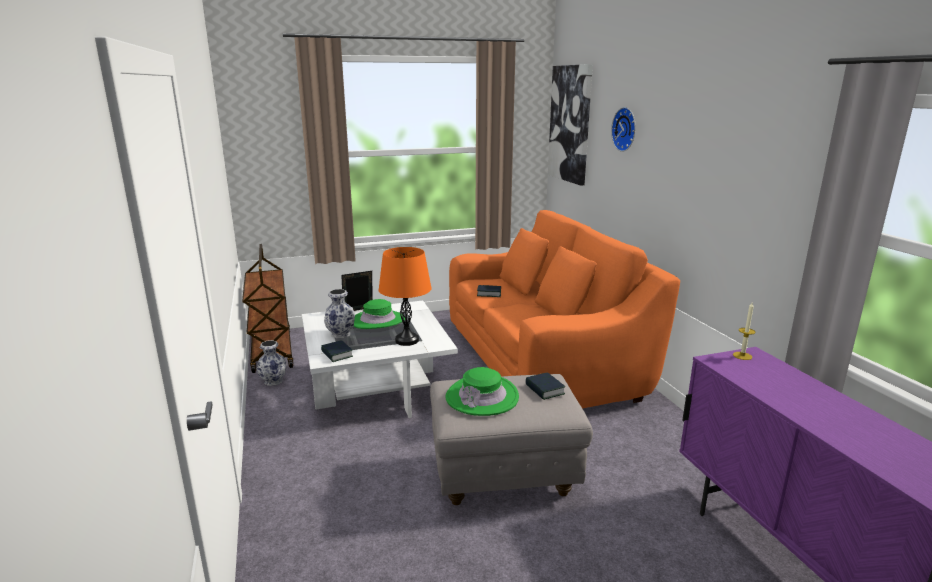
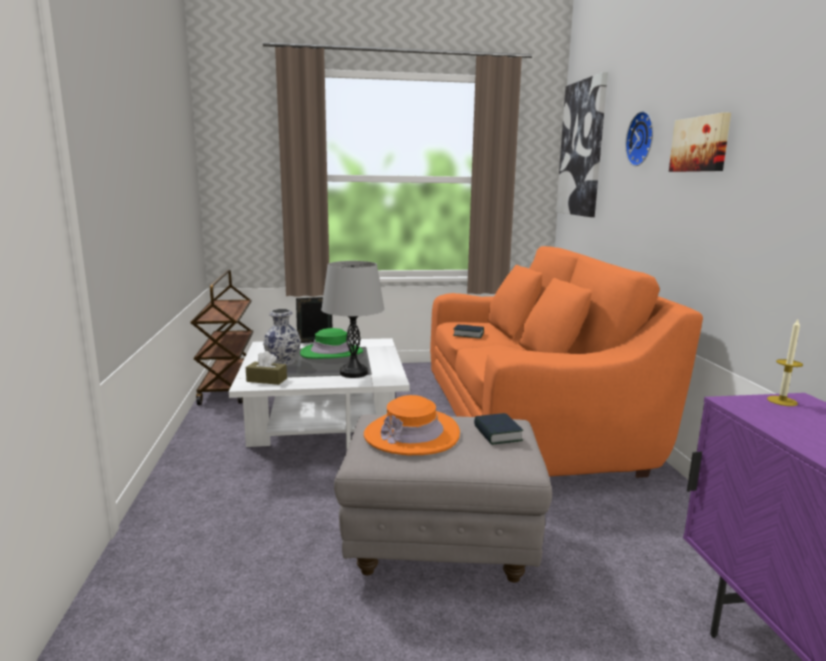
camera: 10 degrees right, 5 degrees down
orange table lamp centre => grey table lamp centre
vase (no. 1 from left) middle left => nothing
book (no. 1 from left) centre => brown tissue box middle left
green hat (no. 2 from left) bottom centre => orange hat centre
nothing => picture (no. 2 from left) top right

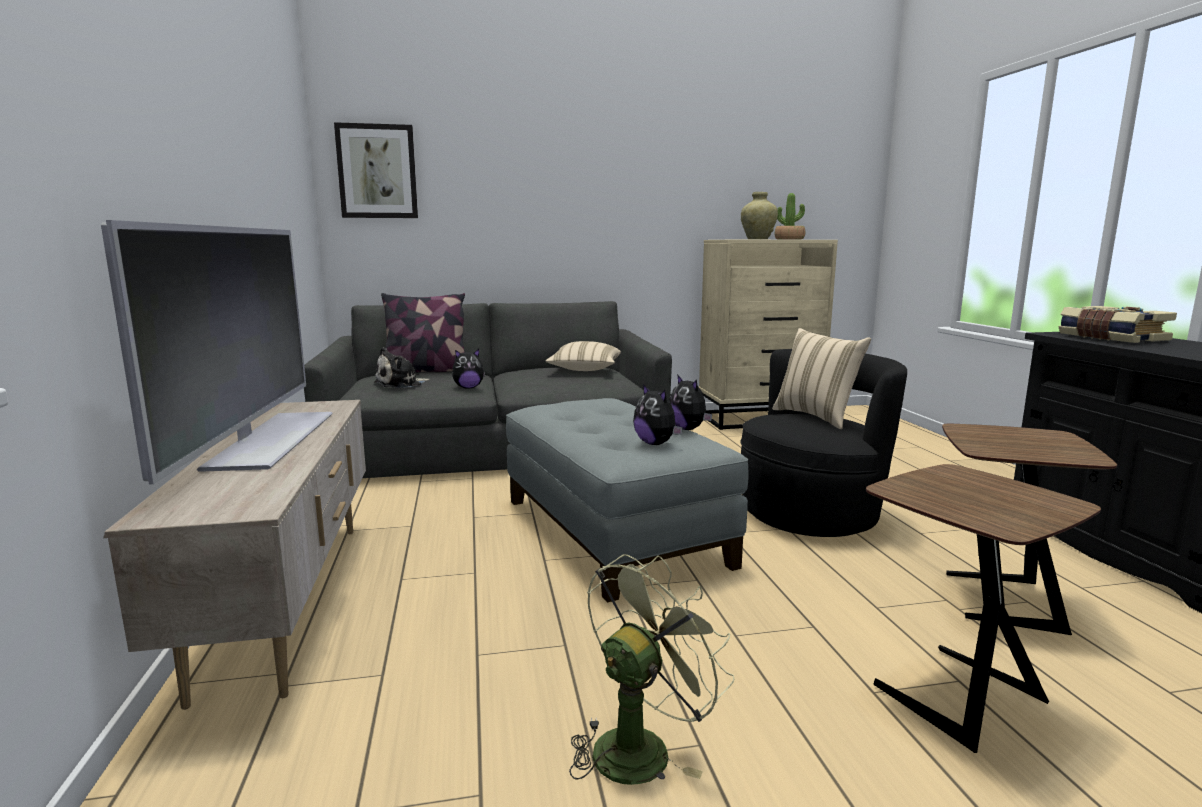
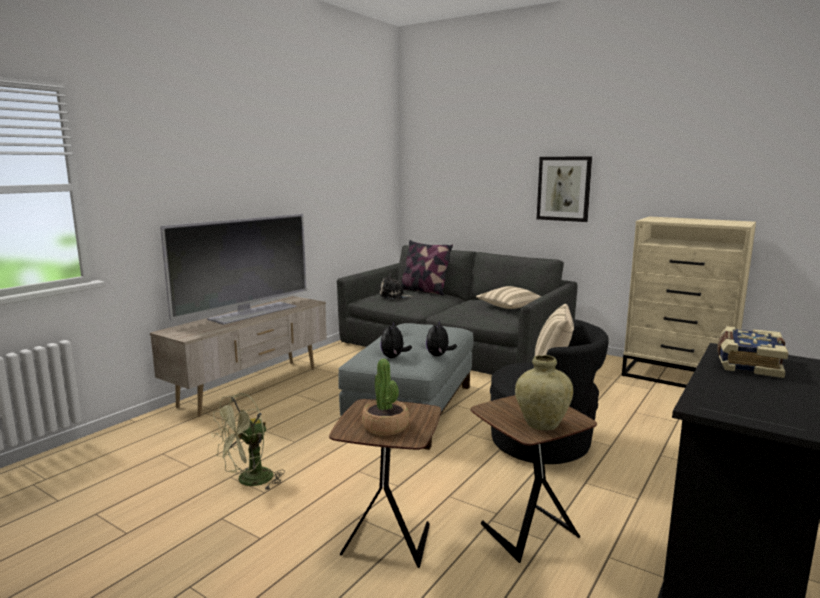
camera: 45 degrees right, 0 degrees up
picture top left => picture top right, shifted
beige vase top centre => beige vase centre, shifted
potted plant top centre => potted plant centre, shifted
plush toy (no. 2 from left) centre => nothing
green fan bottom centre => green fan bottom left, 135 degrees clockwise

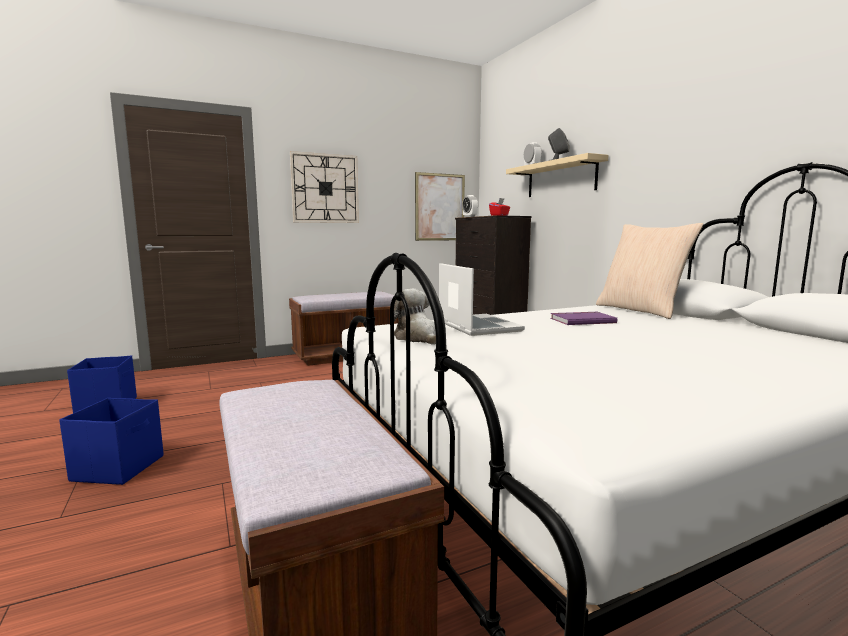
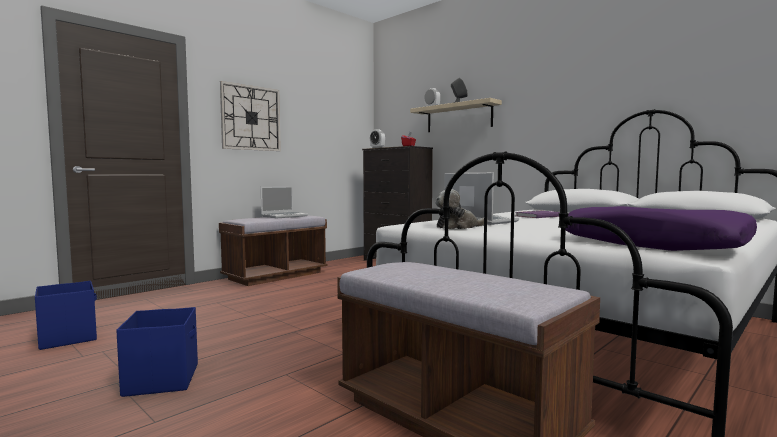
camera: 20 degrees left, 5 degrees down
picture top centre => nothing
beige pillow middle right => nothing
plush toy centre, 60 degrees counterclockwise
nothing => laptop (no. 1 from left) centre
nothing => purple pillow middle right

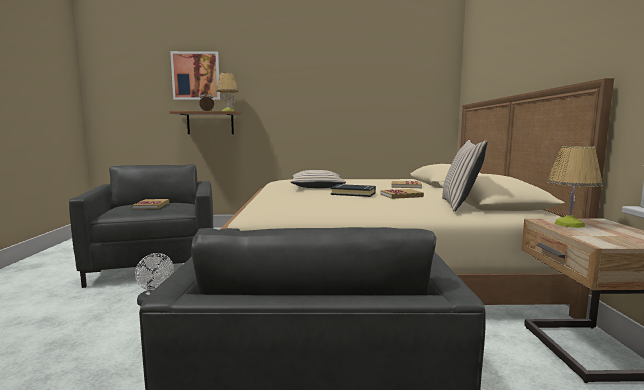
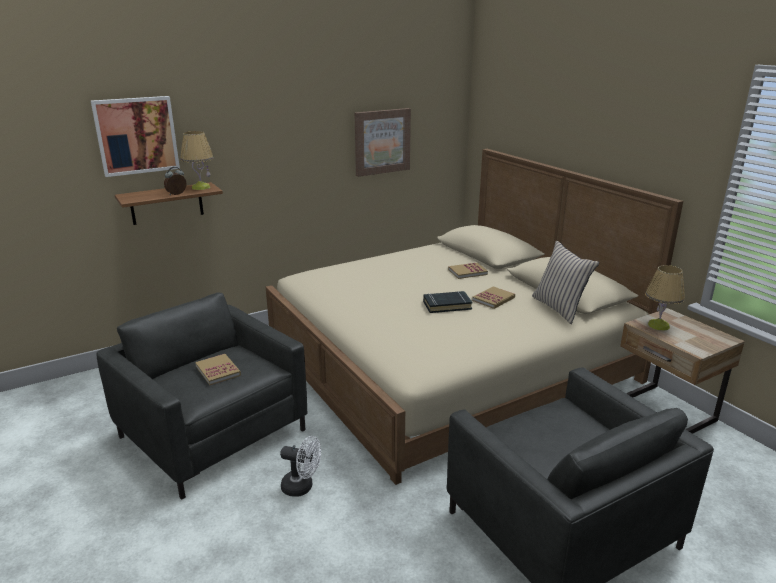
camera: 30 degrees left, 15 degrees up
beige pillow (no. 1 from left) centre => nothing
nothing => picture (no. 2 from left) top centre

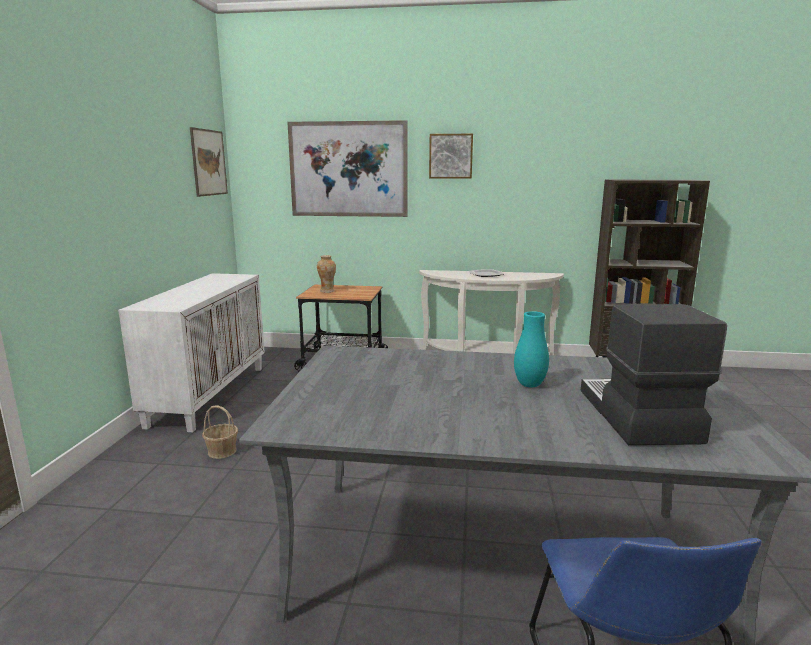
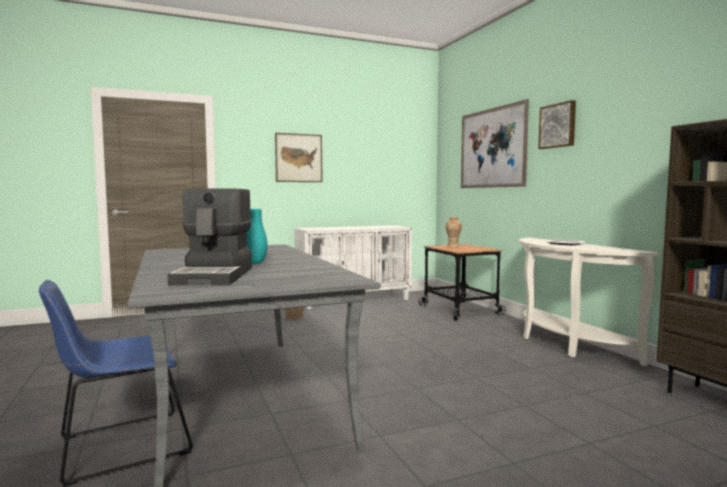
camera: 60 degrees right, 10 degrees down
picture (no. 1 from left) top left => picture (no. 1 from left) top centre, shifted
coffee machine middle right => coffee machine middle left, 120 degrees clockwise

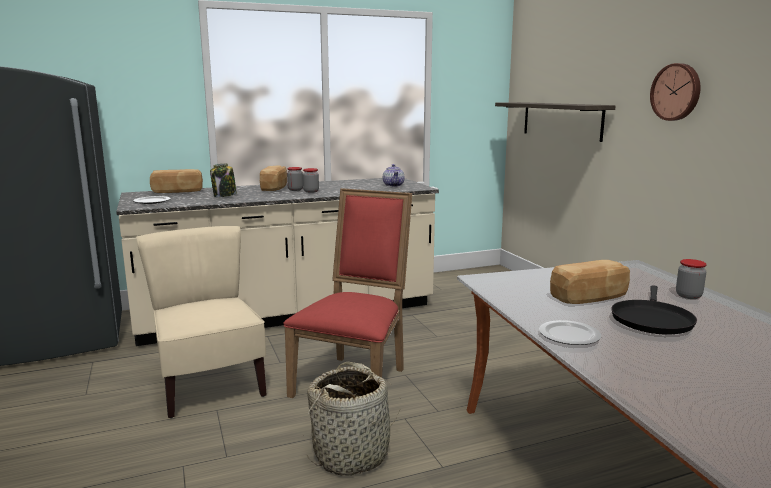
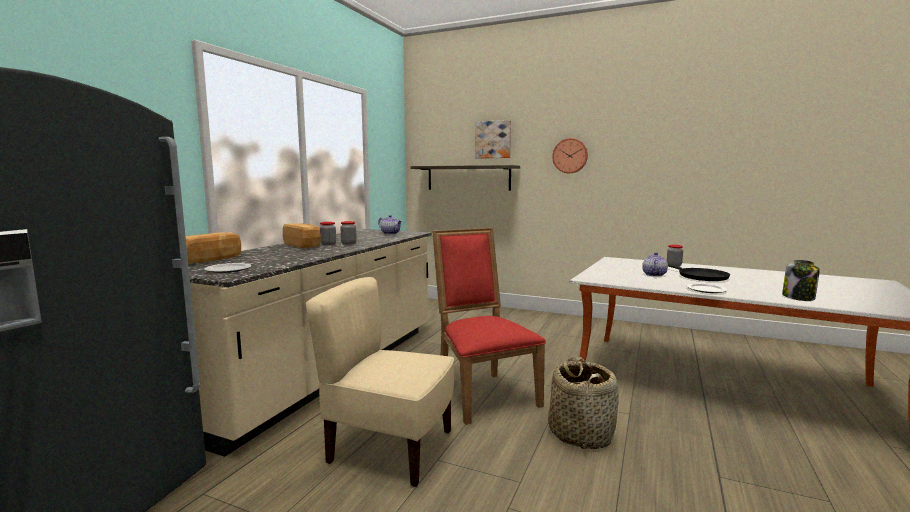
camera: 45 degrees left, 5 degrees down
jar (no. 1 from left in the first image) middle left => jar (no. 4 from left) middle right, shifted
bread (no. 3 from left) middle right => teapot (no. 2 from left) middle right
nothing => picture top centre

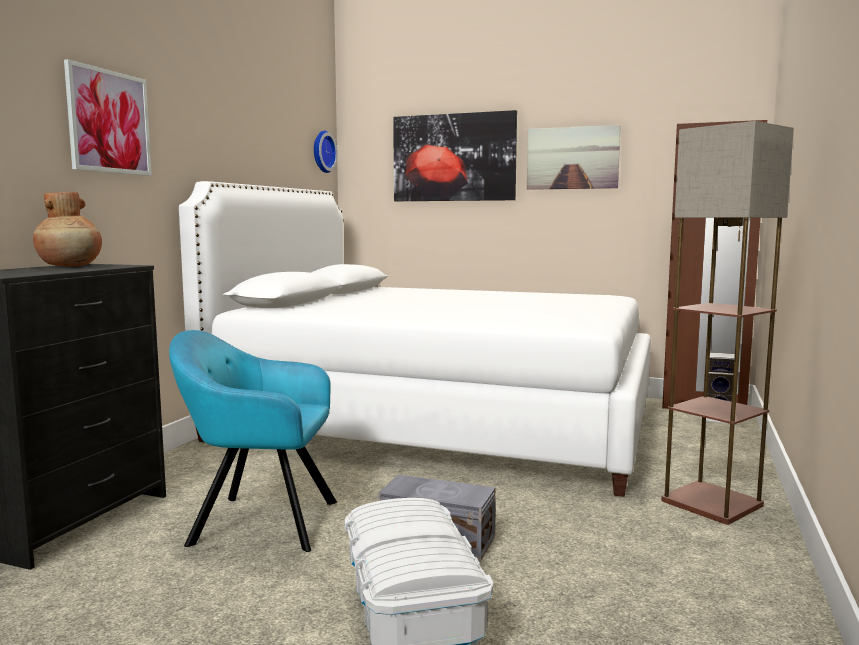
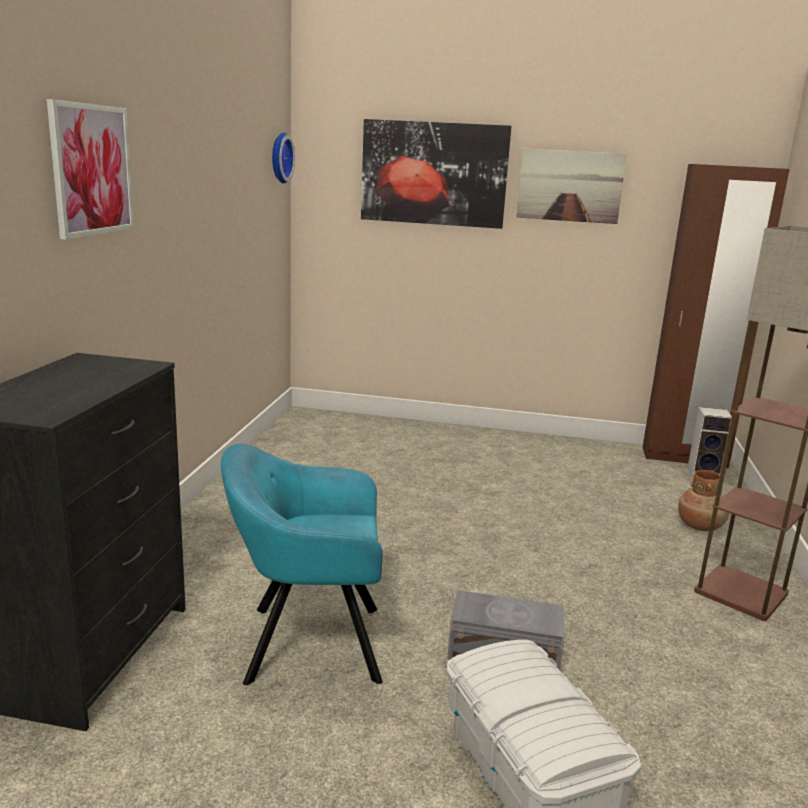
camera: 10 degrees left, 10 degrees up
white bed centre => nothing
brown vase middle left => brown vase middle right, shifted

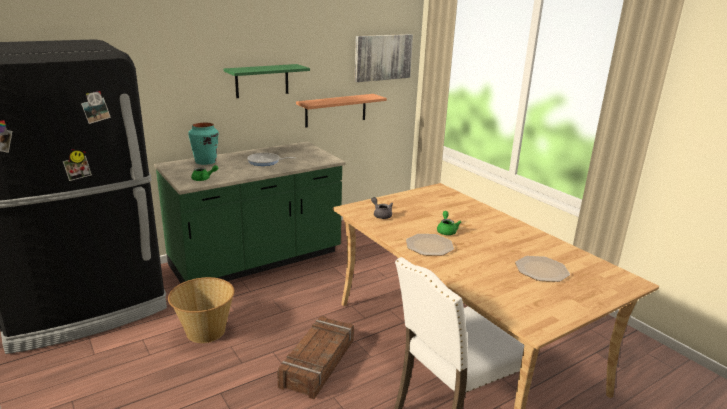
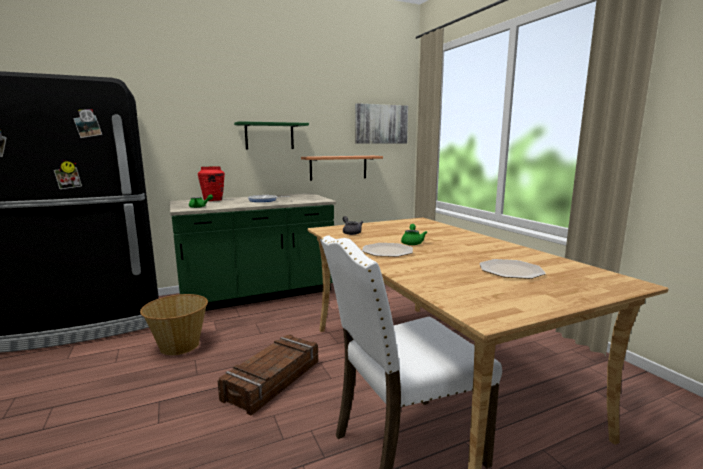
camera: 10 degrees right, 10 degrees down
turquoise vase middle left => red vase middle left

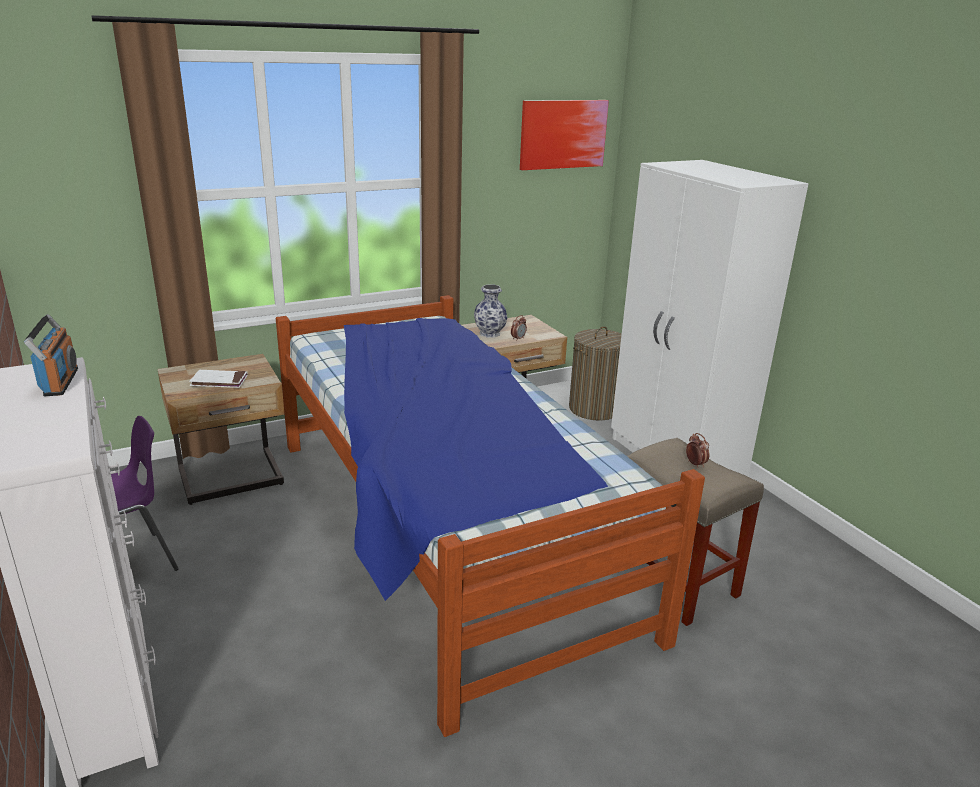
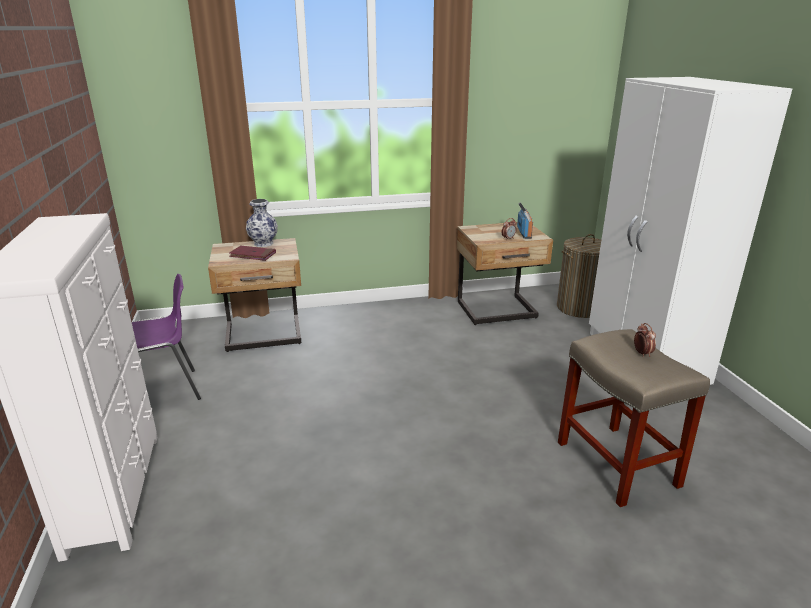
camera: 15 degrees right, 0 degrees up
picture top centre => nothing
vase centre => vase middle left, shifted
bed centre => nothing
radio middle left => radio centre, shifted
white book middle left => red book middle left

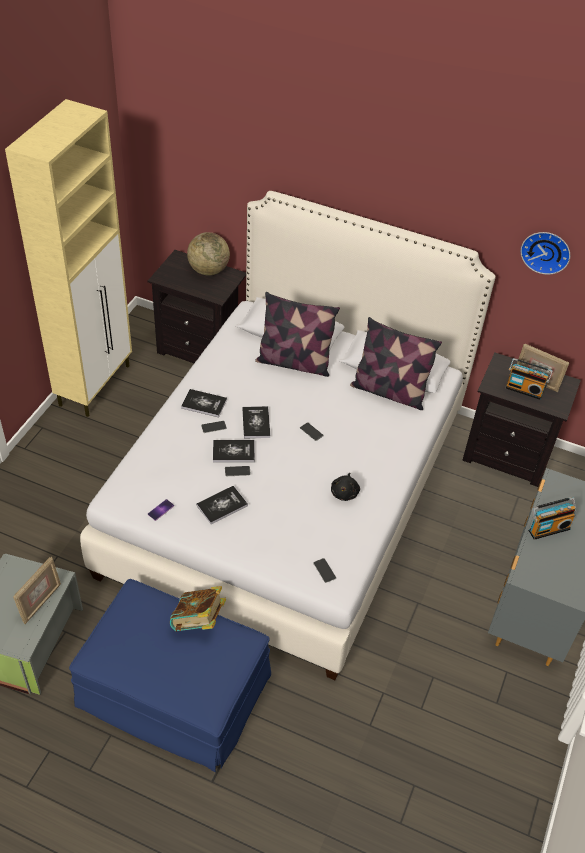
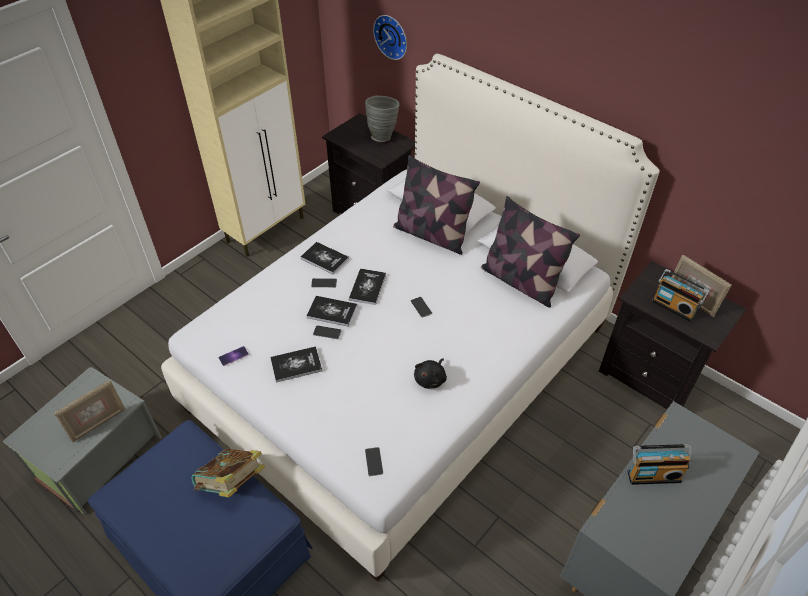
camera: 20 degrees right, 0 degrees up
globe top centre => grey vase top centre
wall clock top right => wall clock top centre, shifted

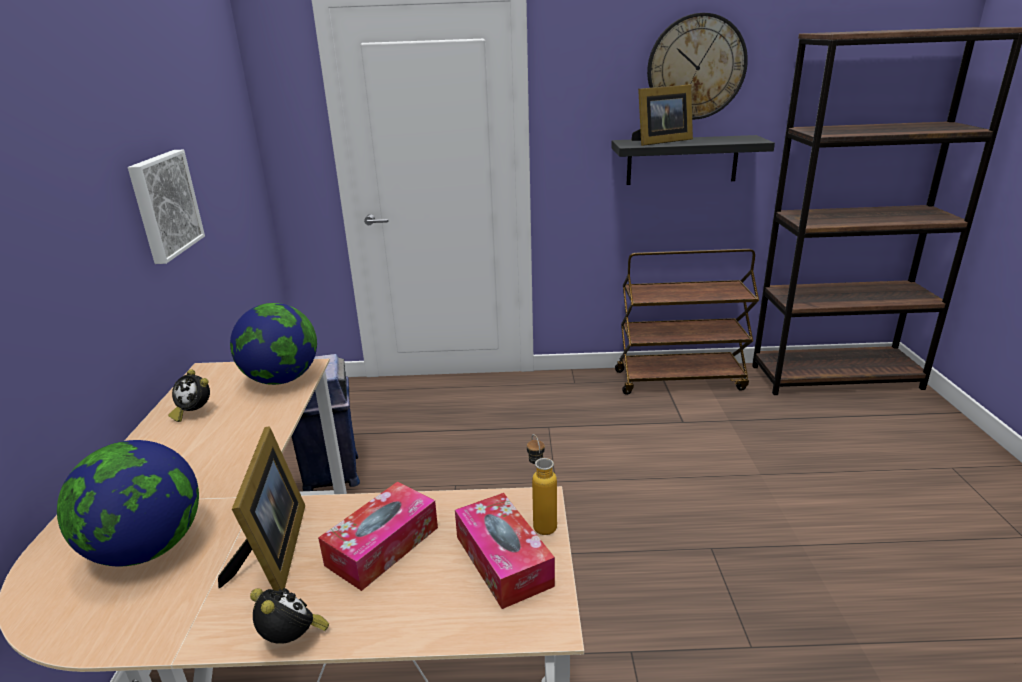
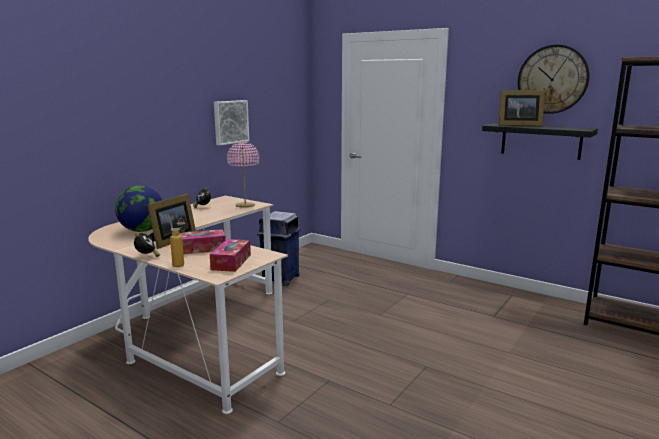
camera: 35 degrees right, 10 degrees down
brown cart middle right => nothing
globe (no. 2 from left) middle left => pink table lamp centre
bottle bottom centre => bottle middle left, shifted

